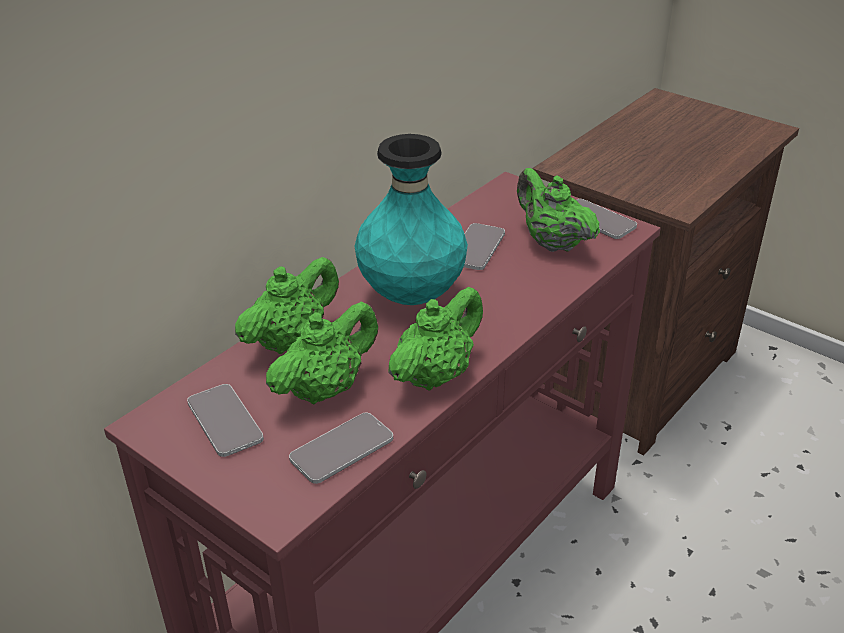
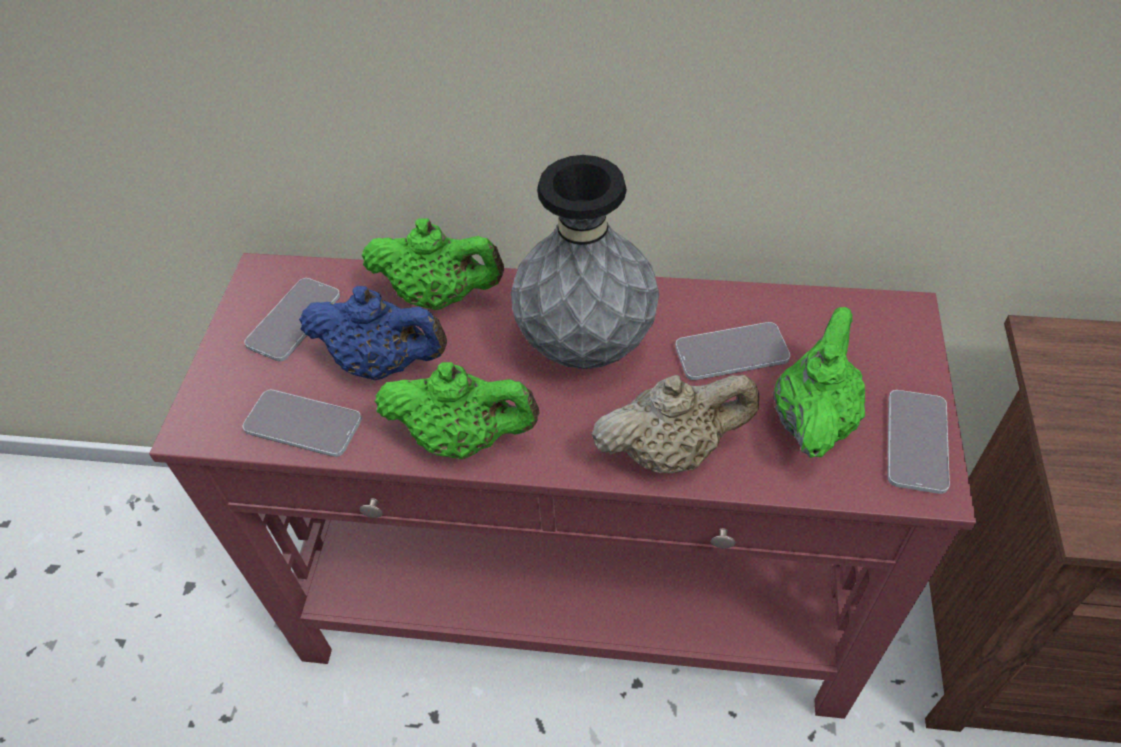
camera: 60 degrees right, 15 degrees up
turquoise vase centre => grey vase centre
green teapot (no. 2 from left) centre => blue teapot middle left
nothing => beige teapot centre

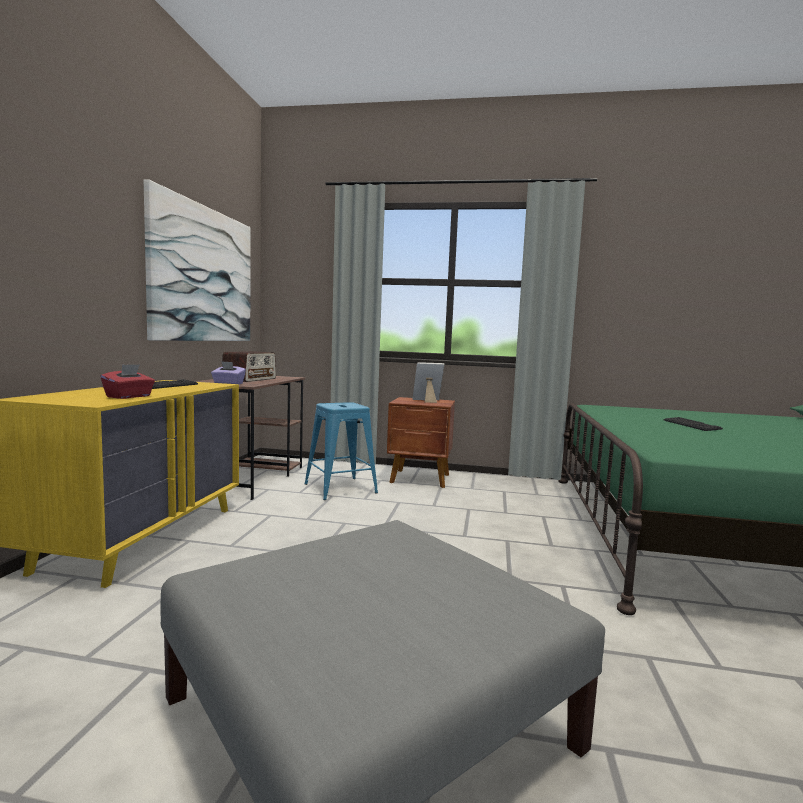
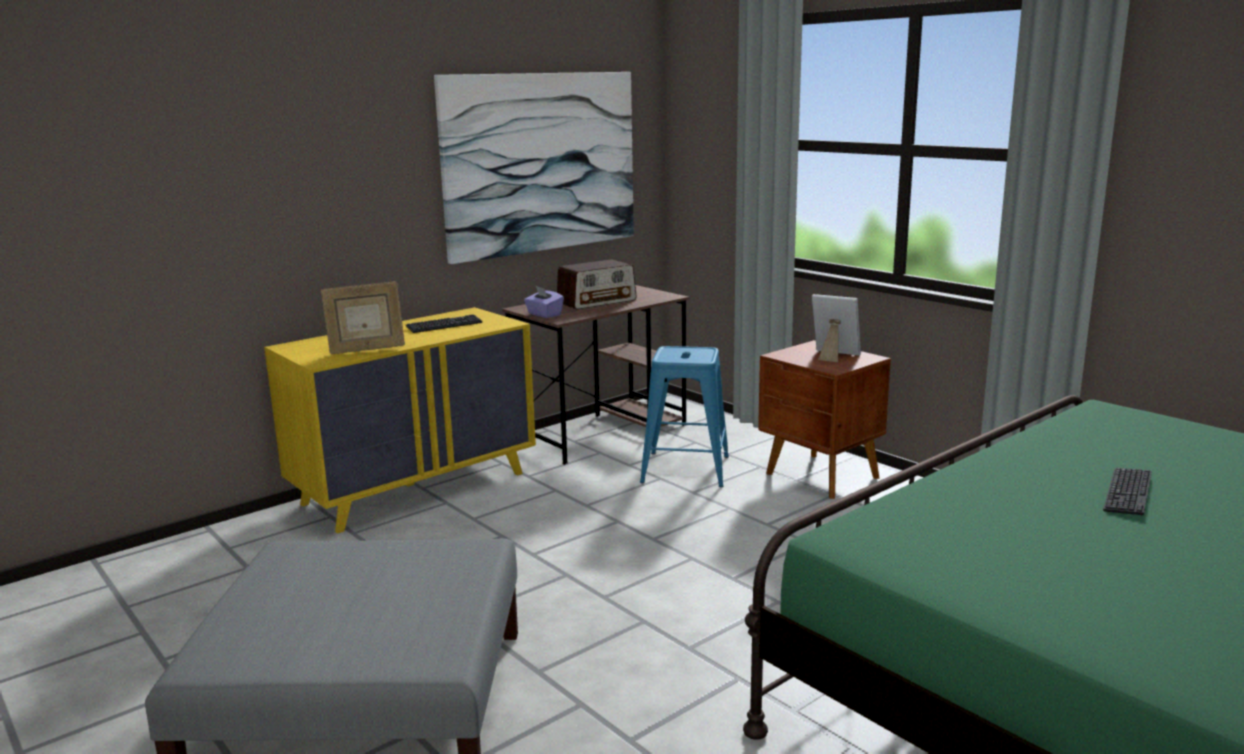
camera: 40 degrees right, 10 degrees up
red tissue box middle left => picture frame (no. 1 from left) middle left

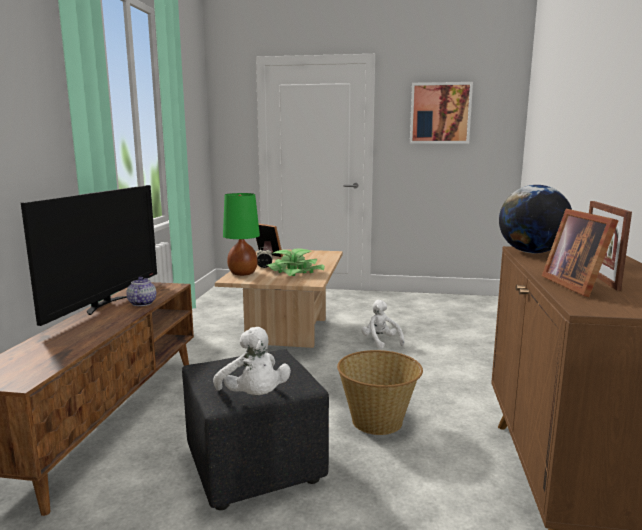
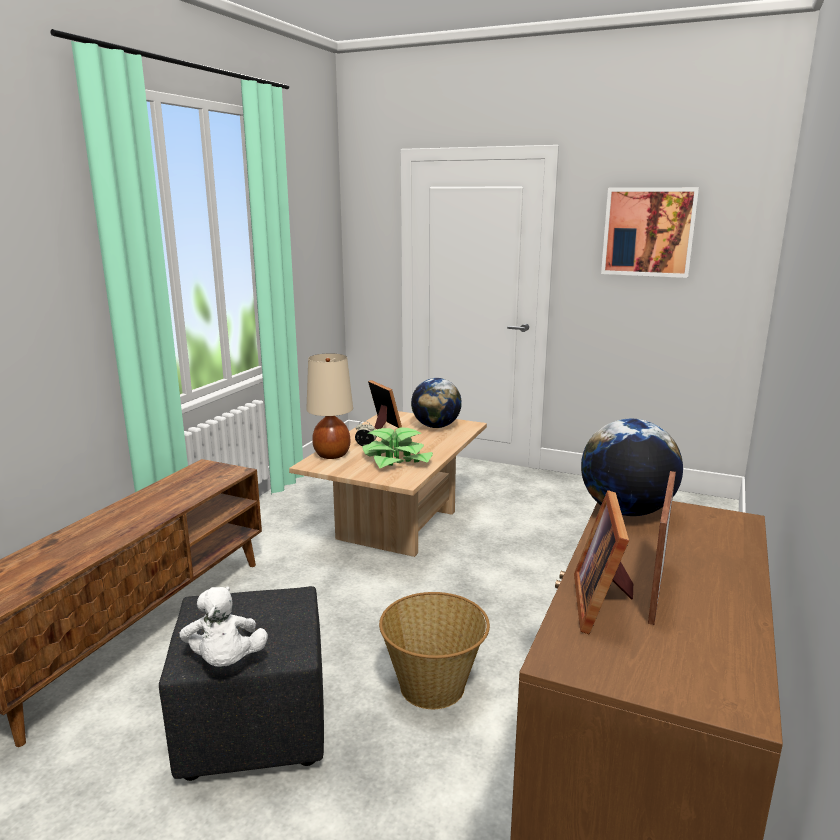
camera: 15 degrees right, 5 degrees up
television middle left => nothing
green table lamp centre => beige table lamp centre
teapot middle left => nothing
white plush toy (no. 2 from left) centre => nothing
nothing => globe (no. 1 from left) centre

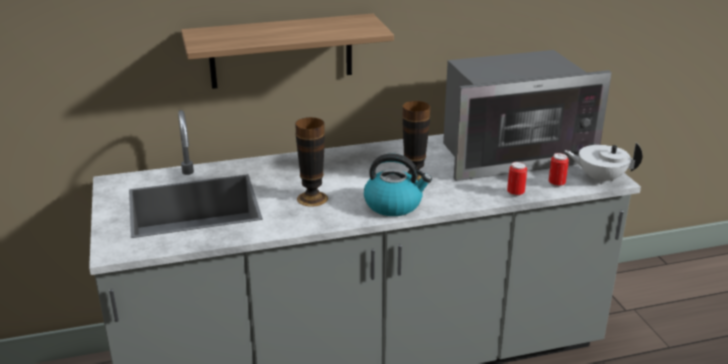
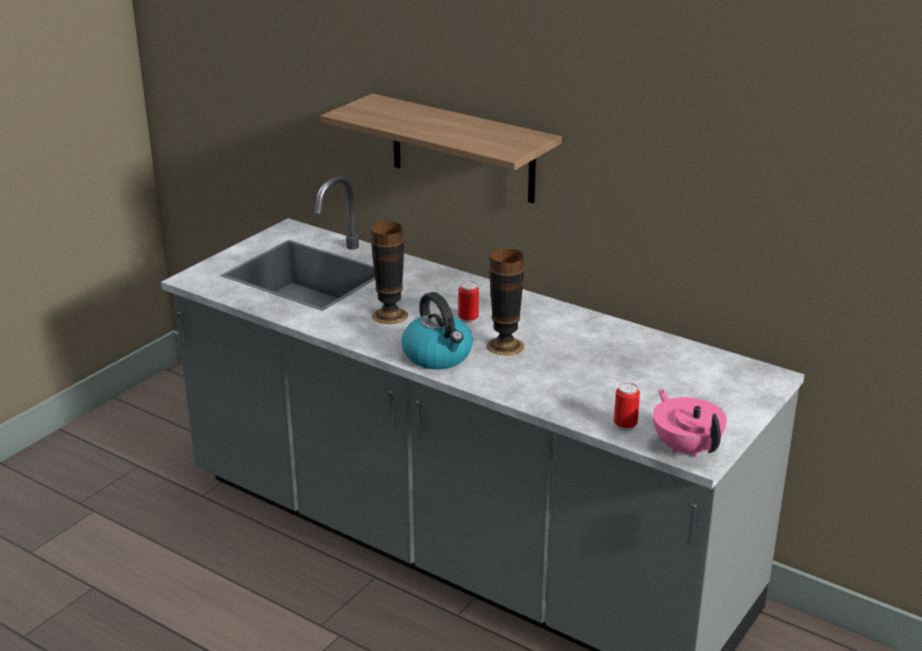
camera: 50 degrees right, 0 degrees up
microwave top right => nothing
white teapot middle right => pink teapot middle right
can (no. 1 from left) middle right => can (no. 1 from left) centre, shifted

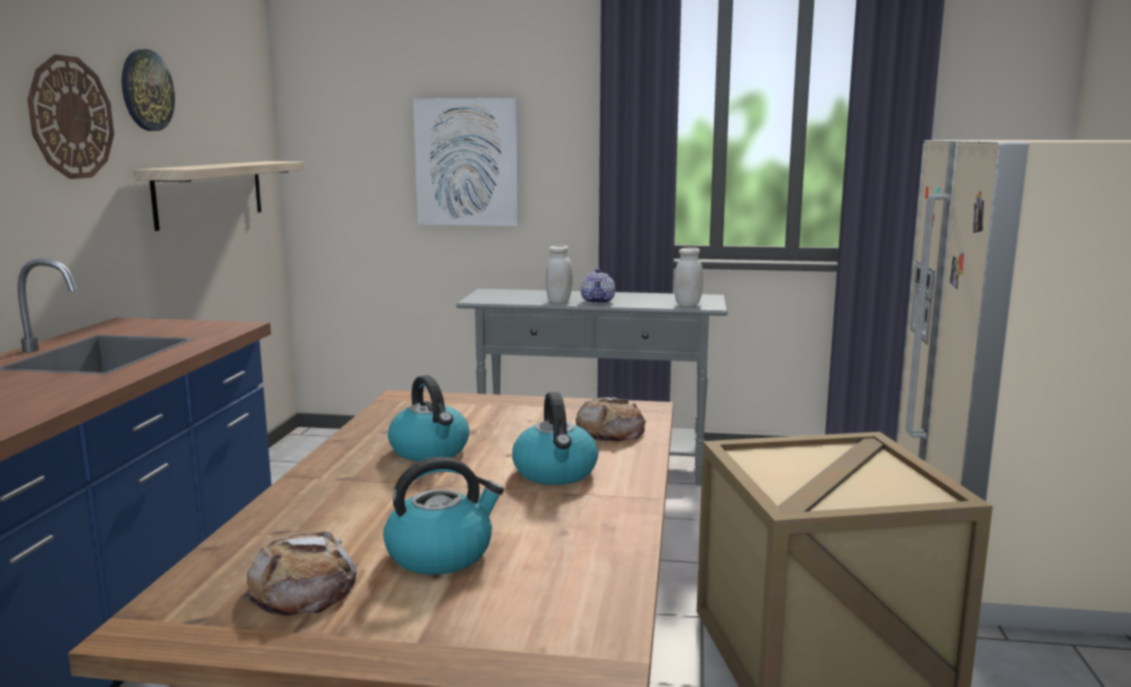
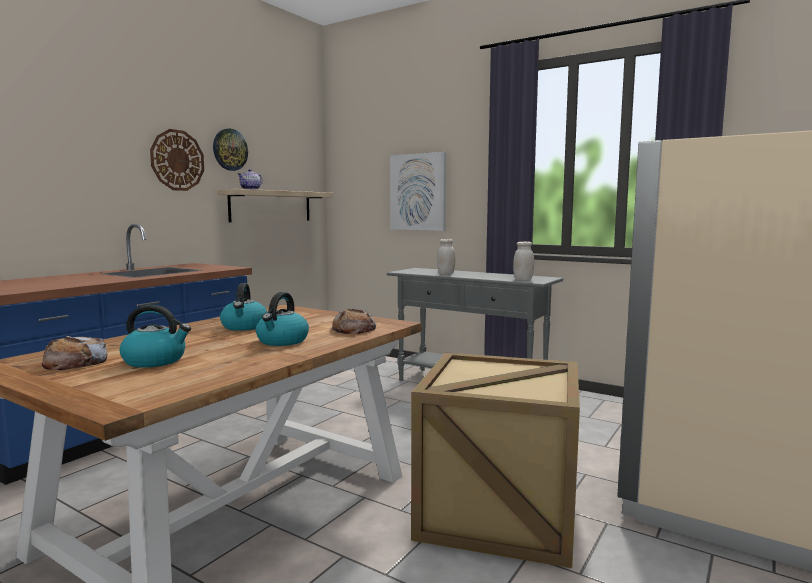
camera: 25 degrees right, 5 degrees down
teapot centre => teapot top left, shifted

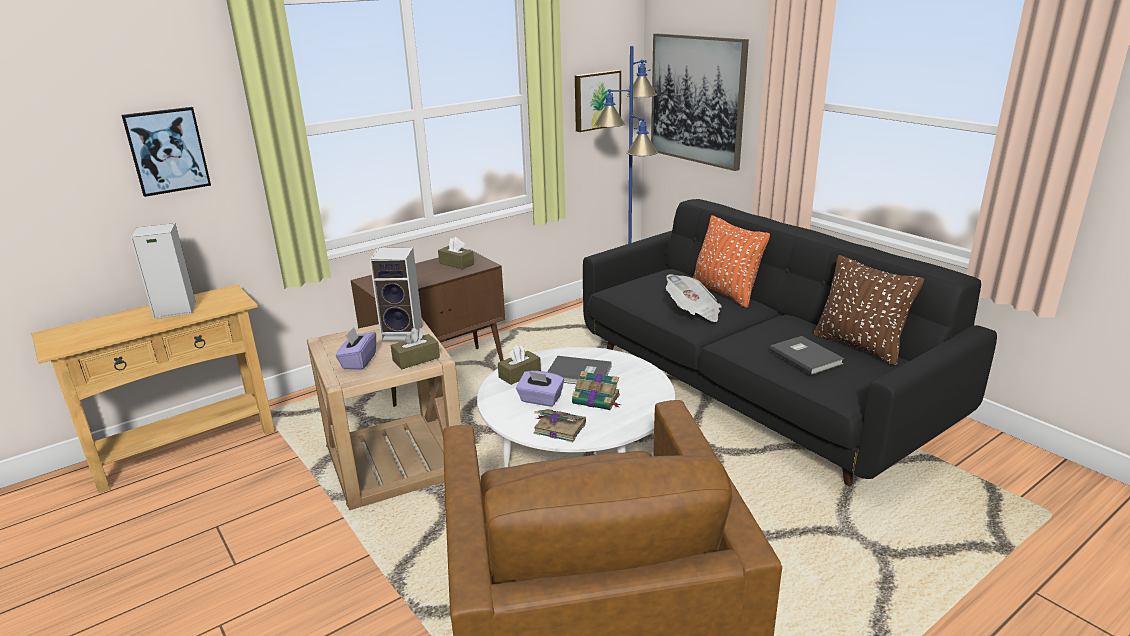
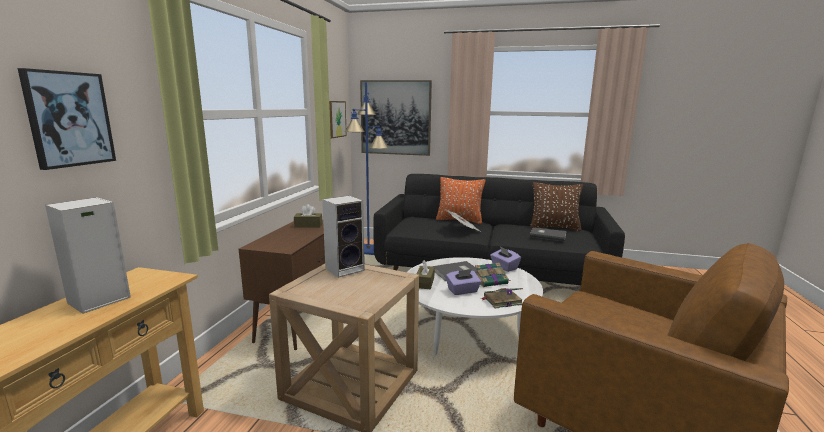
camera: 40 degrees left, 10 degrees down
purple tissue box (no. 1 from left in the first image) middle left => purple tissue box (no. 2 from left) centre, shifted
brown tissue box (no. 1 from left) centre => nothing

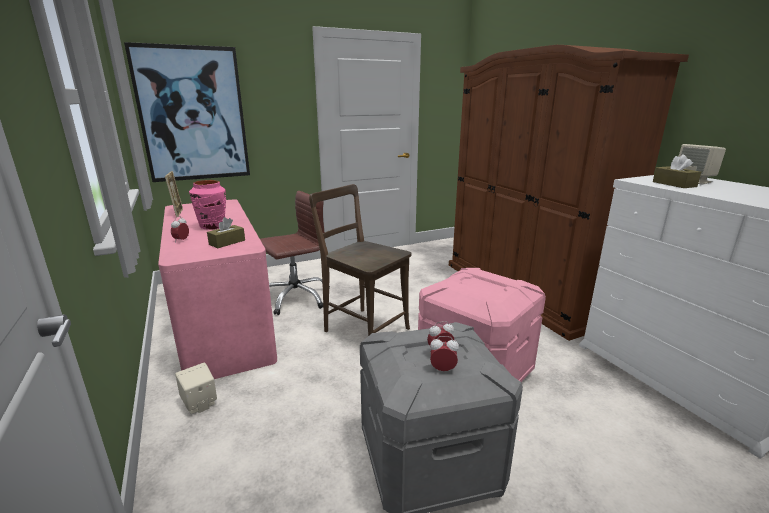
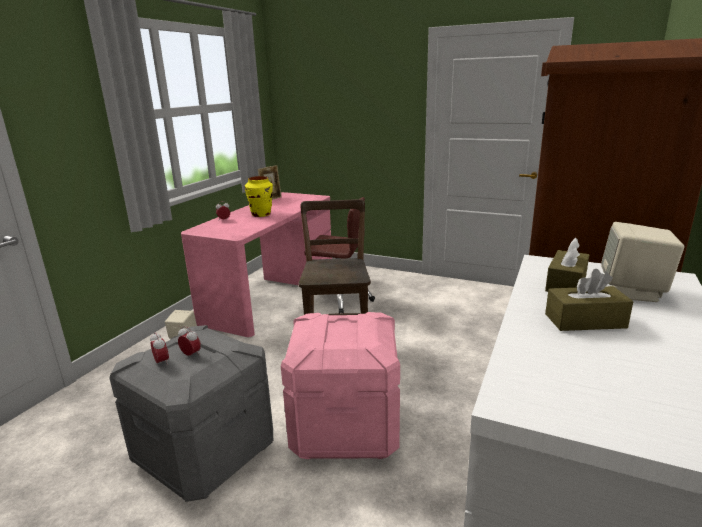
camera: 50 degrees right, 0 degrees up
picture top left => nothing
pink vase middle left => yellow vase centre
brown tissue box (no. 1 from left in the first image) middle left => brown tissue box (no. 2 from left) middle right, shifted

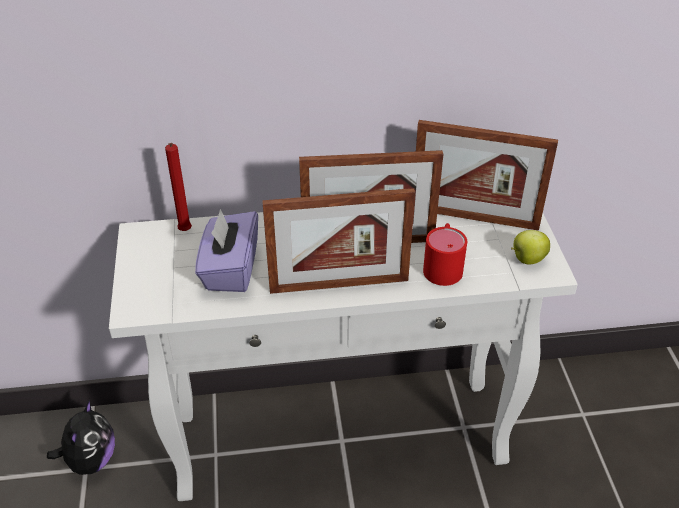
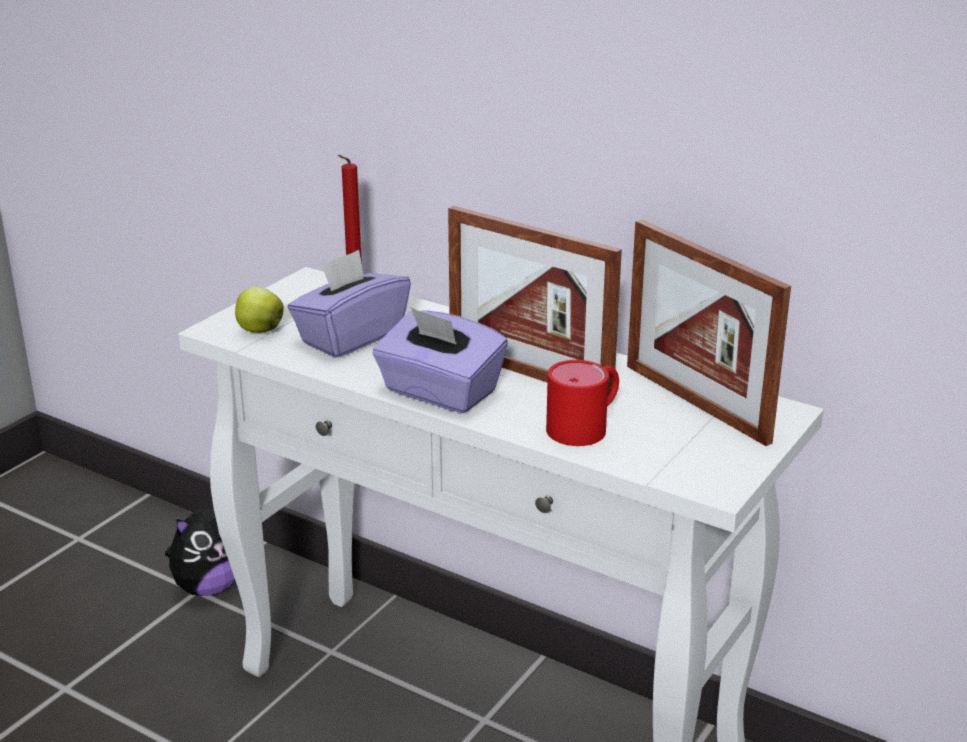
camera: 40 degrees right, 15 degrees down
picture frame (no. 1 from left) centre => purple tissue box (no. 2 from left) centre
apple middle right => apple middle left, shifted

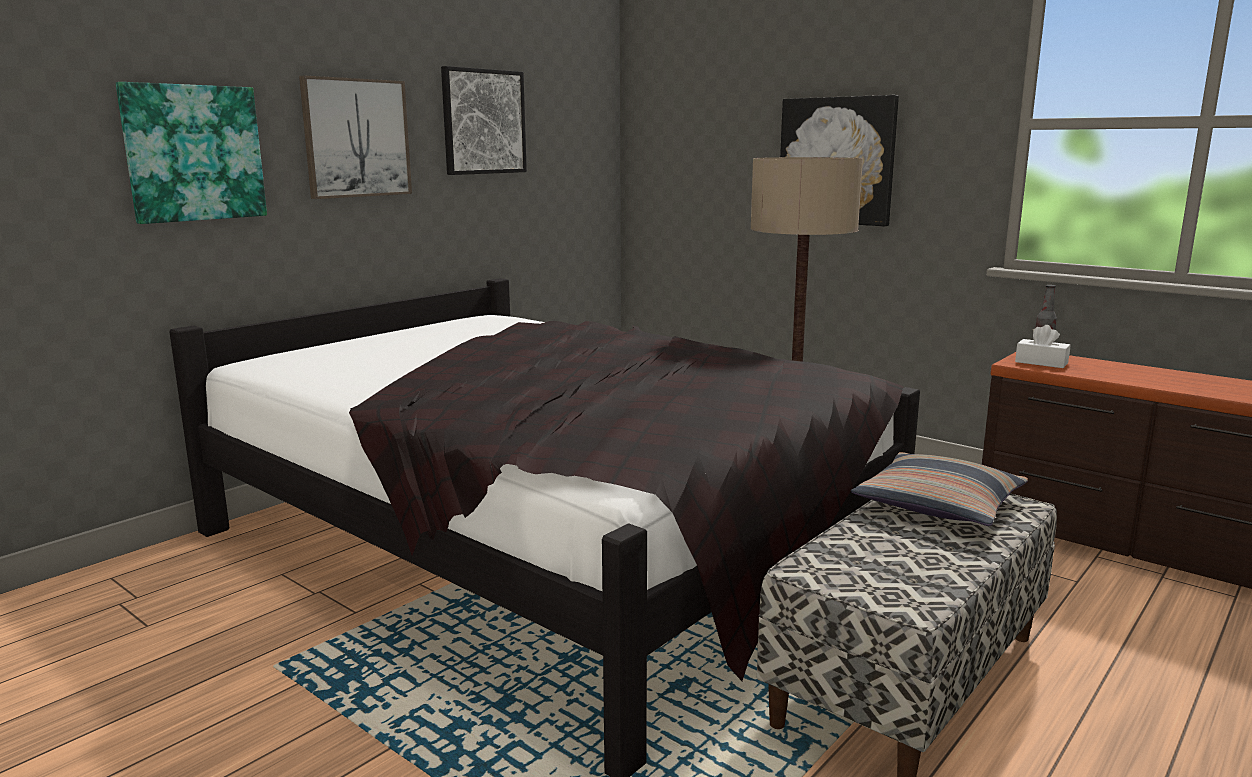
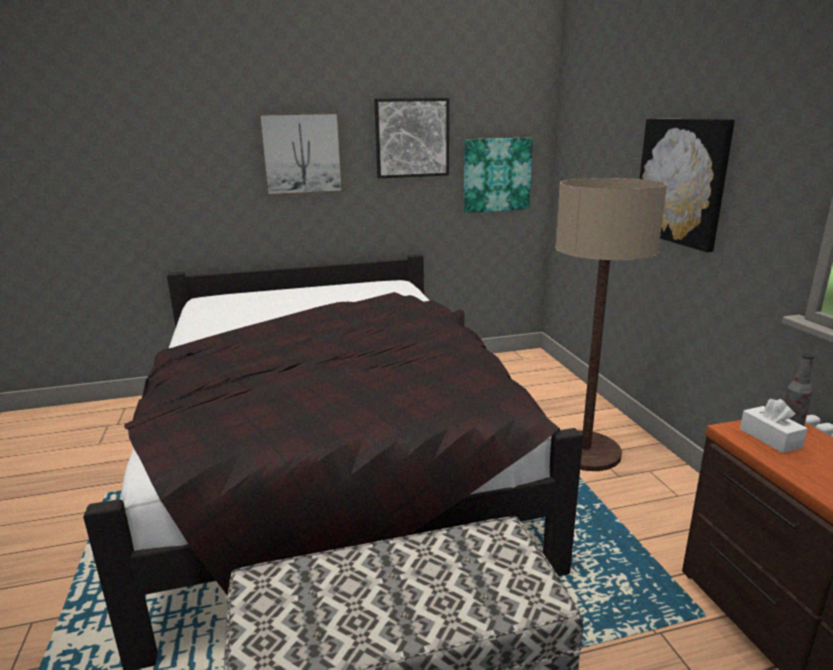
camera: 35 degrees right, 5 degrees up
picture (no. 1 from left in the first image) top left => picture (no. 3 from left) top centre, shifted
pillow middle right => nothing

